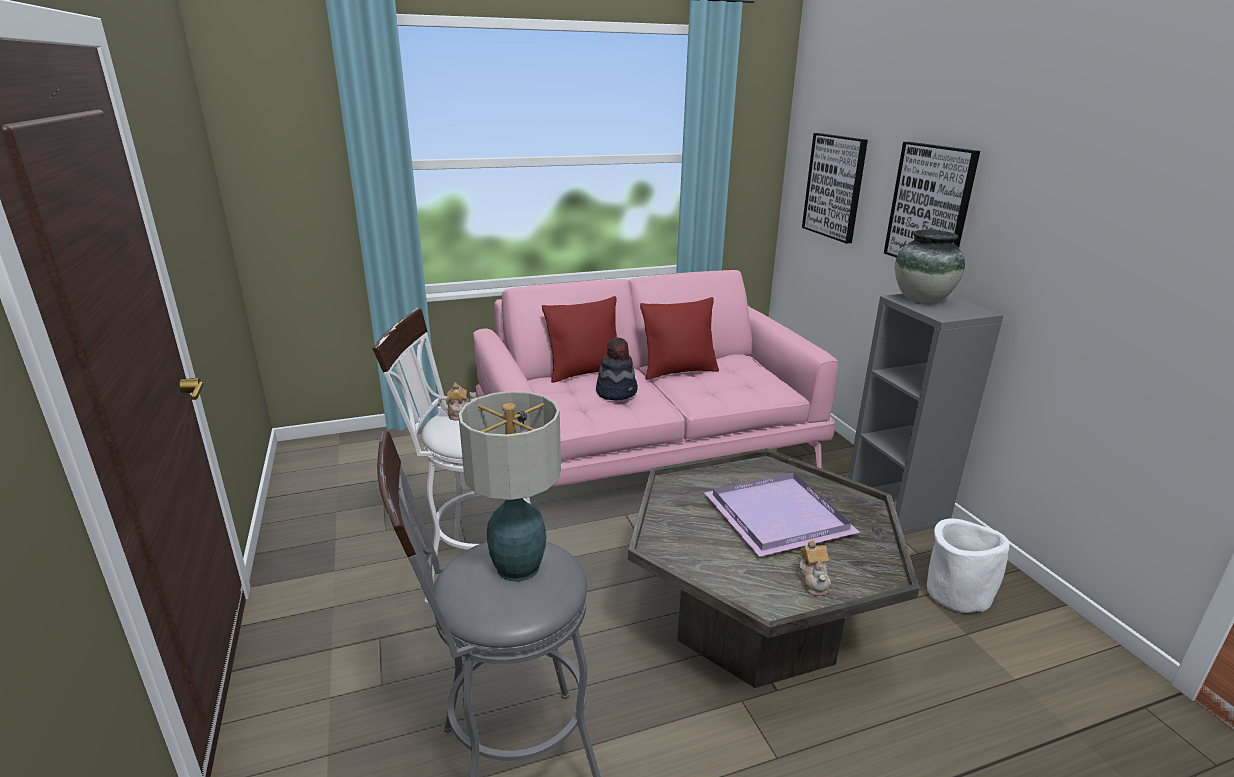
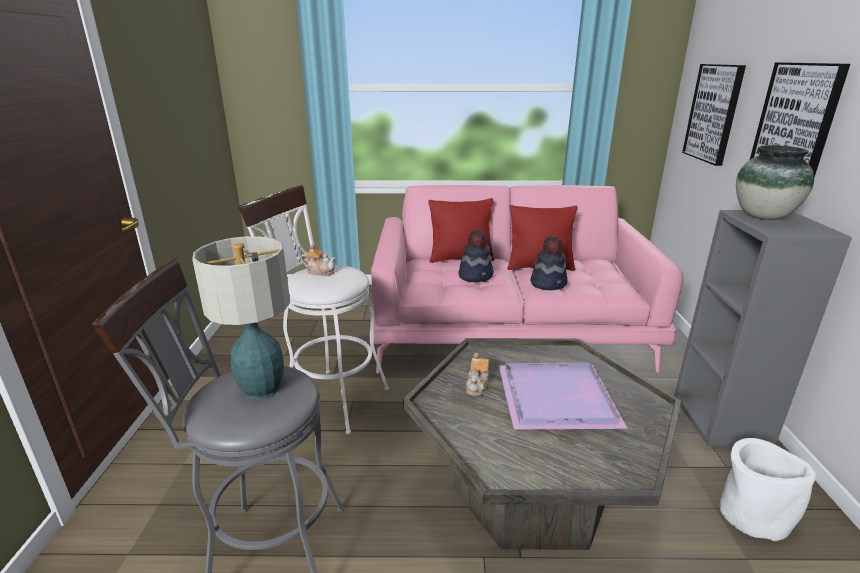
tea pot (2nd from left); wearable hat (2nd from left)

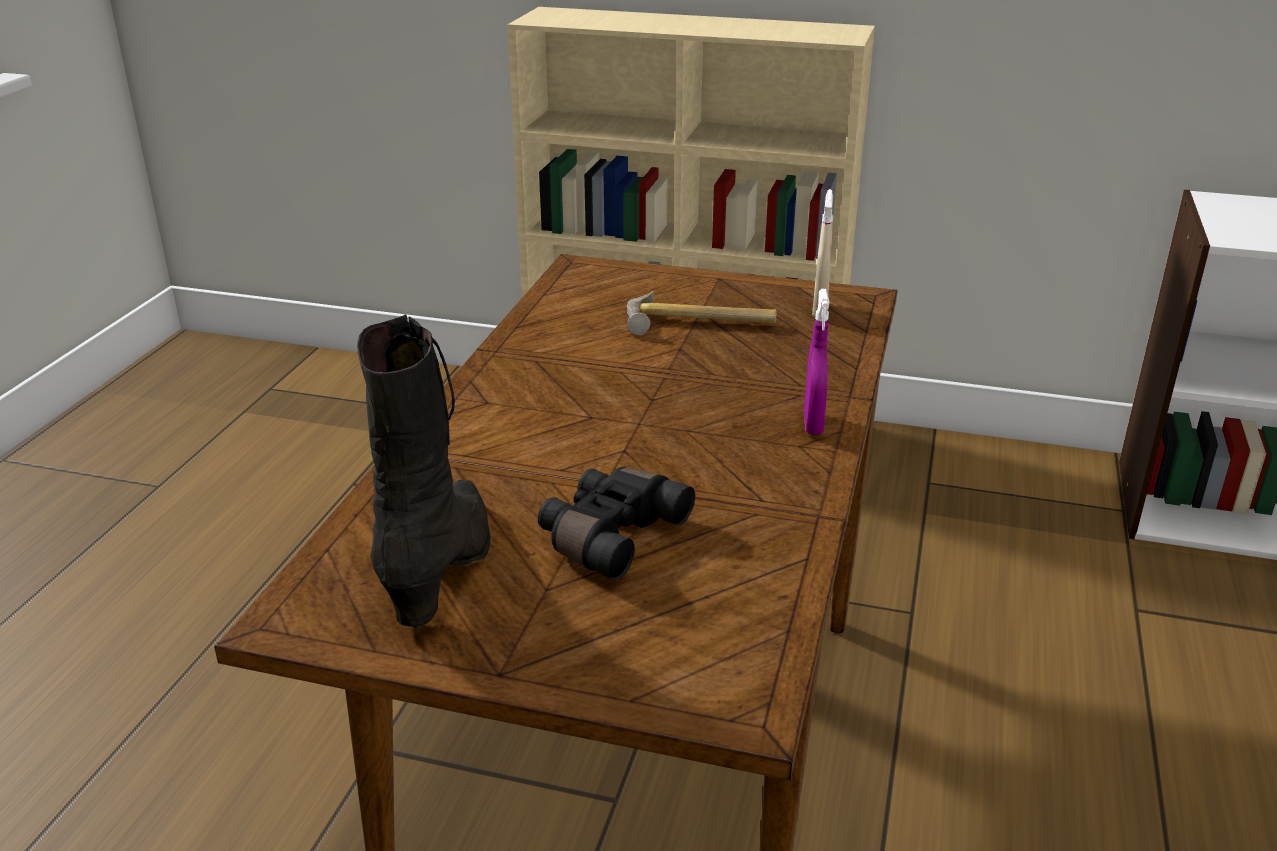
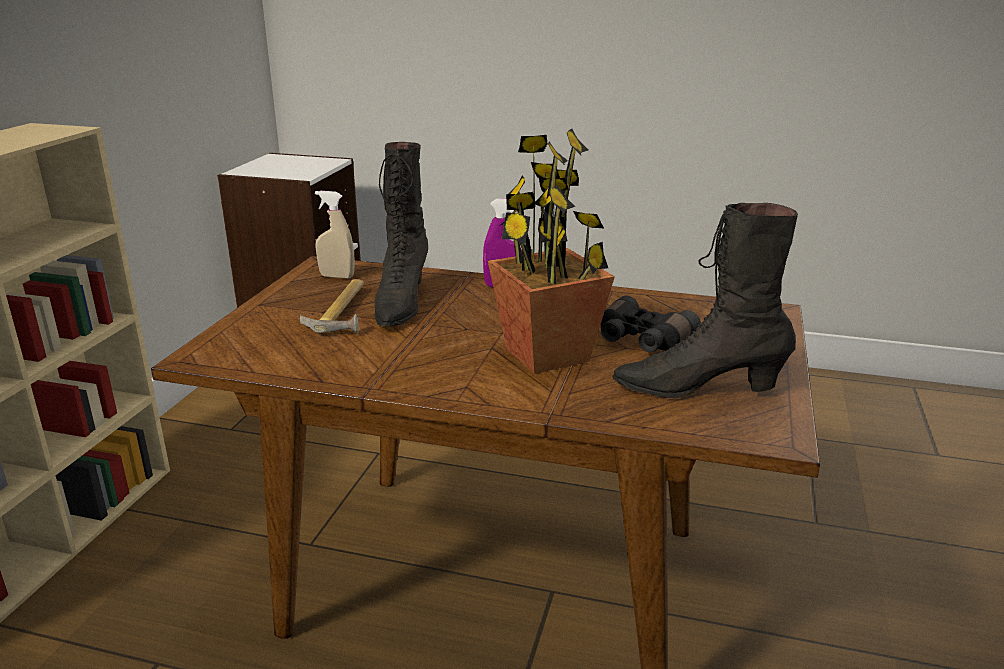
black-coloured high-top boot (1st from left); houseplant

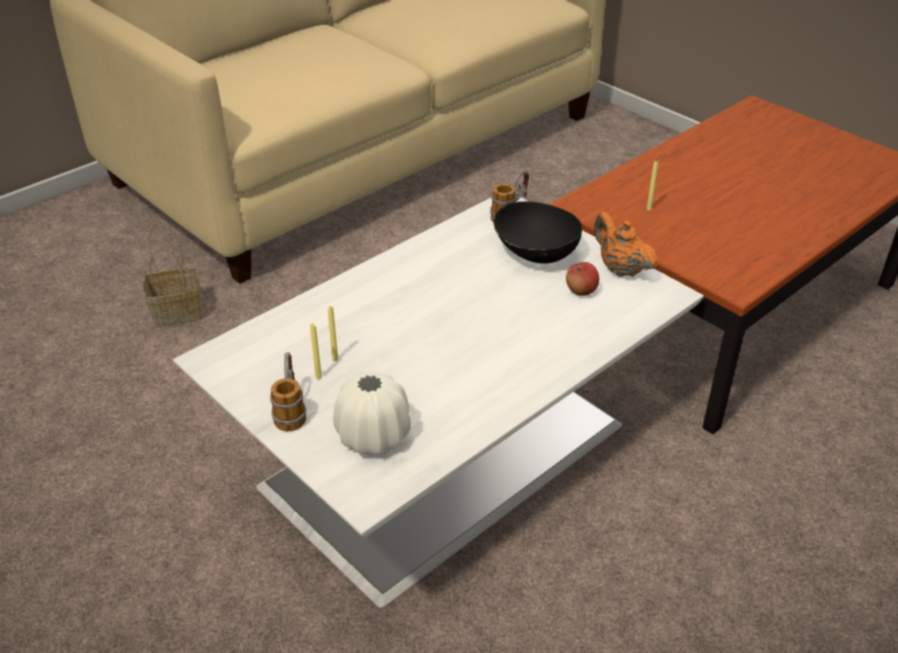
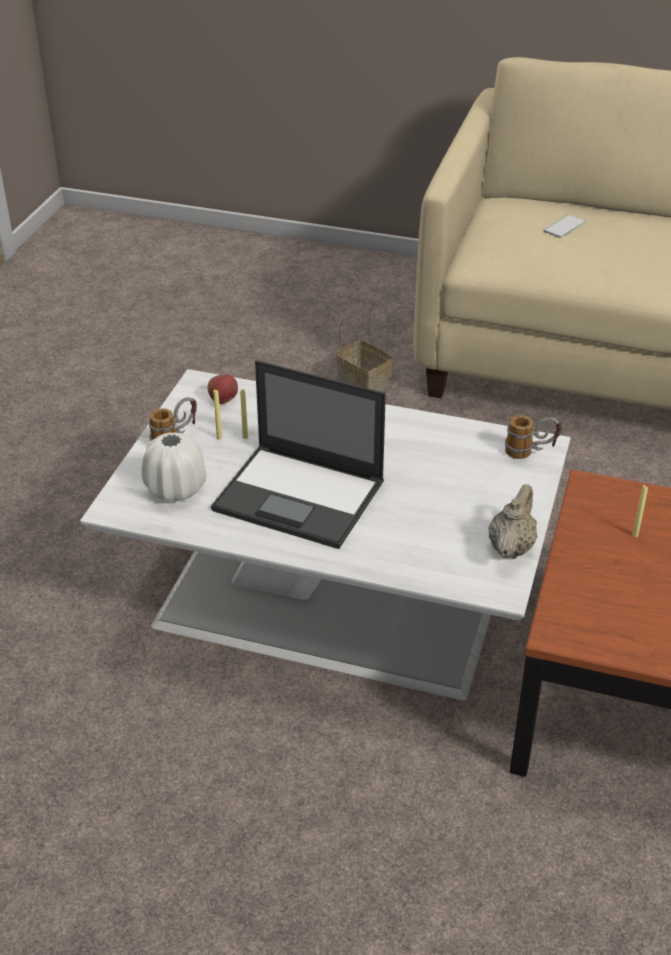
apple; laptop; beige tea pot; phone; black-coloured serving bowl

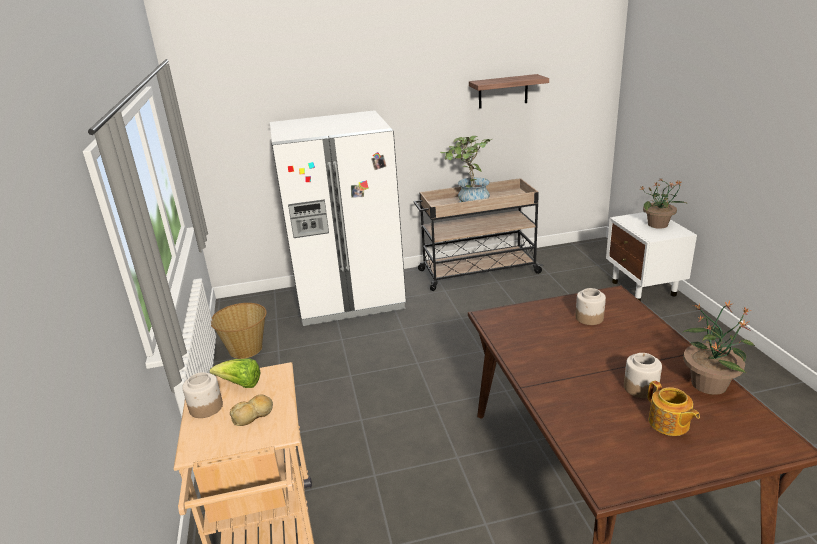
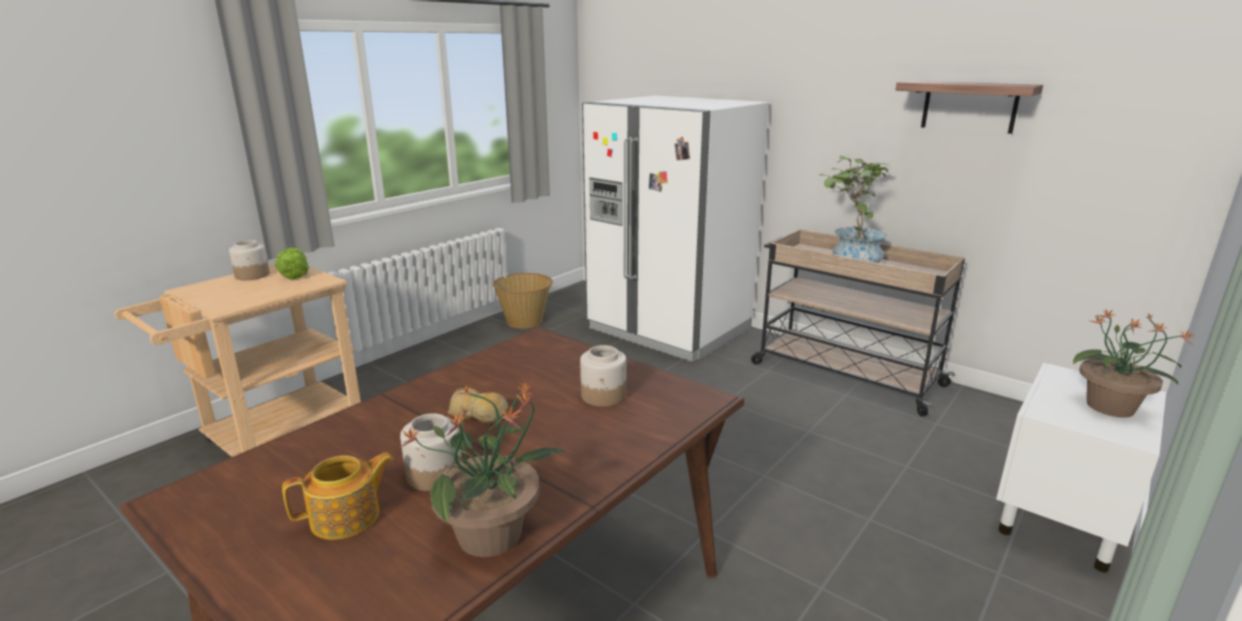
tea pot; bakery bread

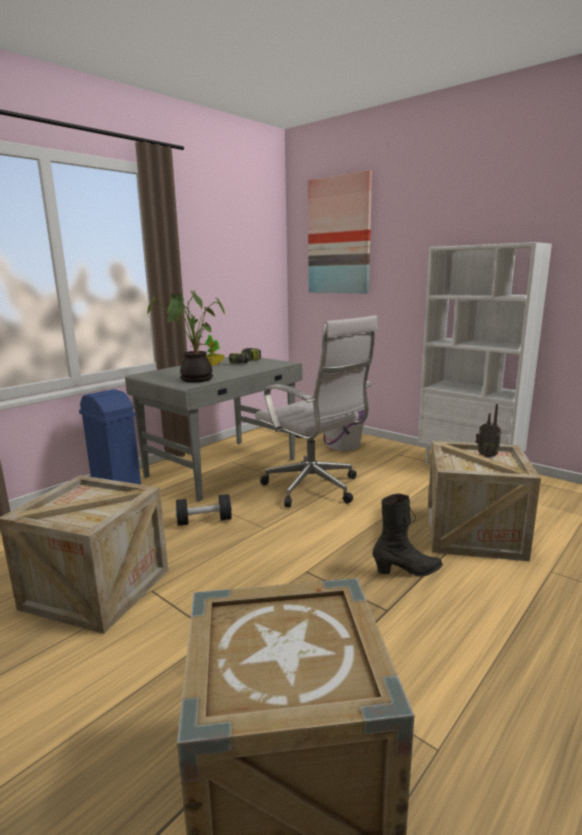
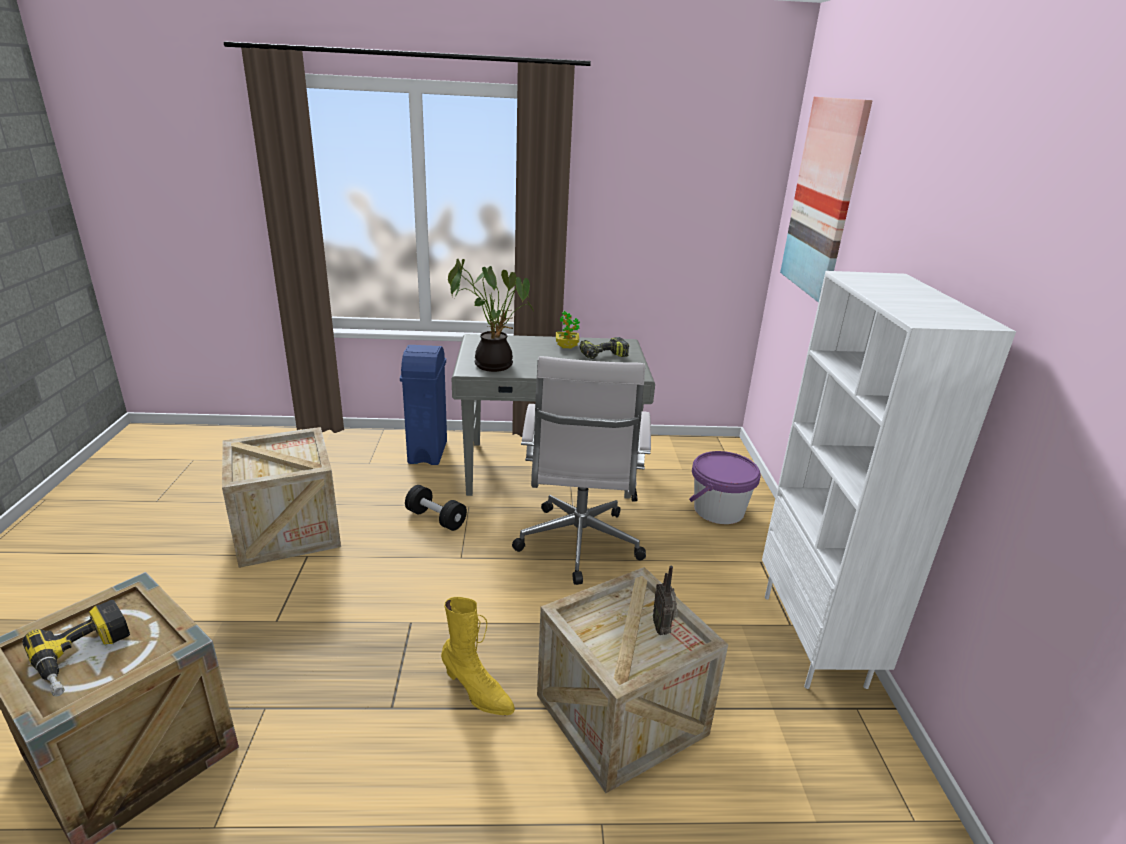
drill (1st from left); yellow-coloured high-top boot

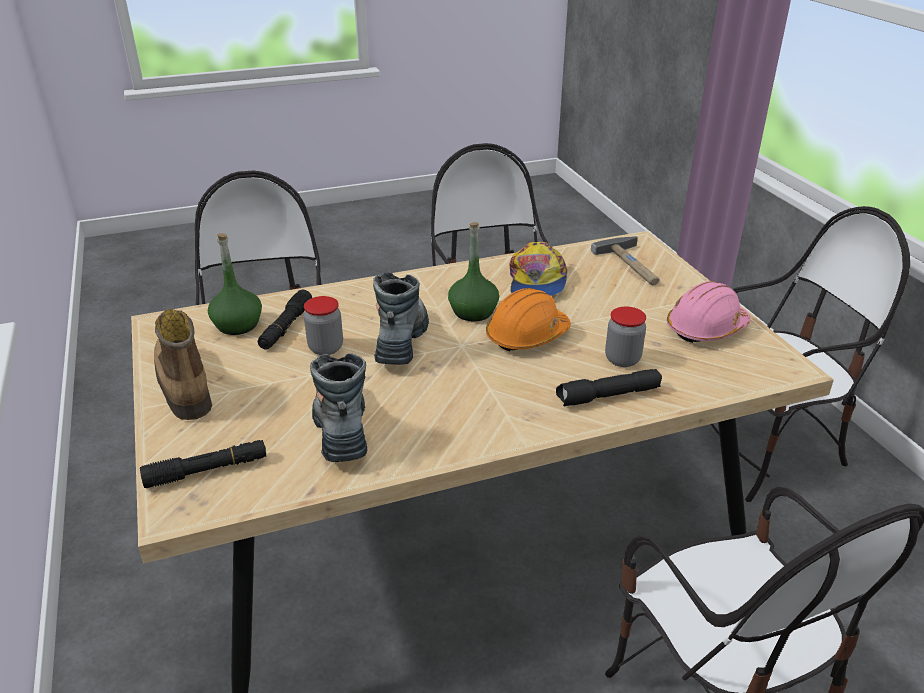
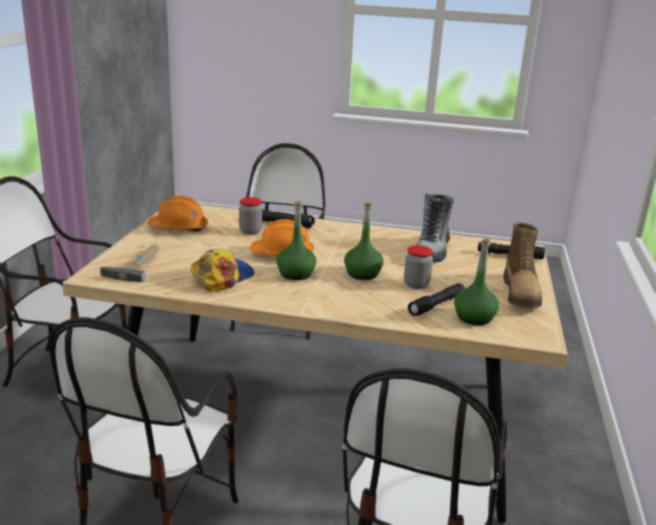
orange hard hat (1st from left); greenish drink bottle (2nd from left)

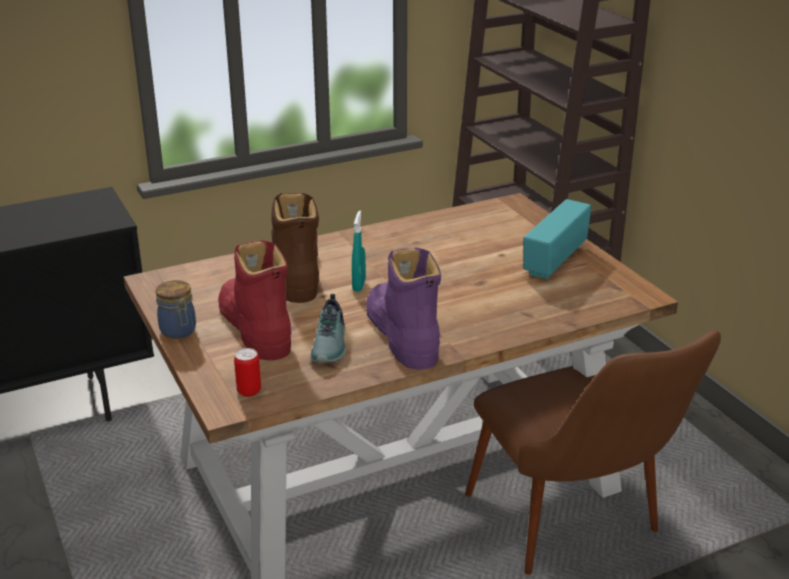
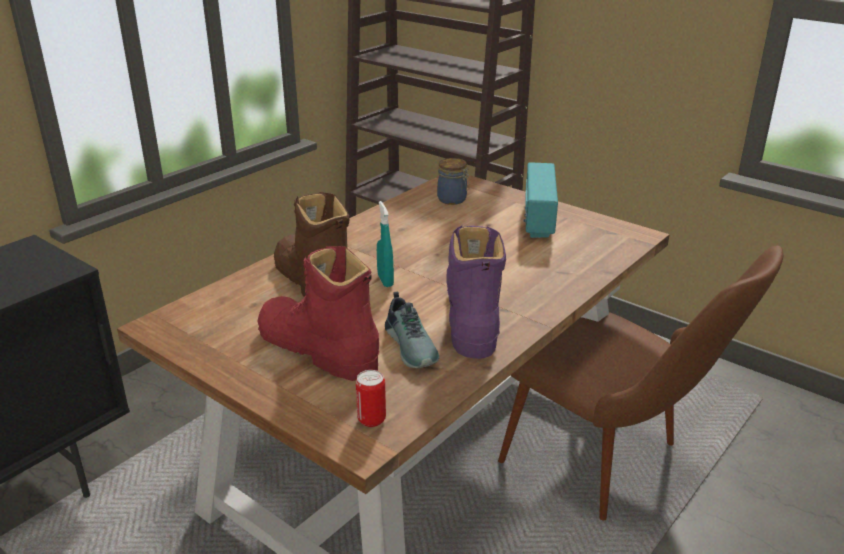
storage jar; purple-coloured high-top boot

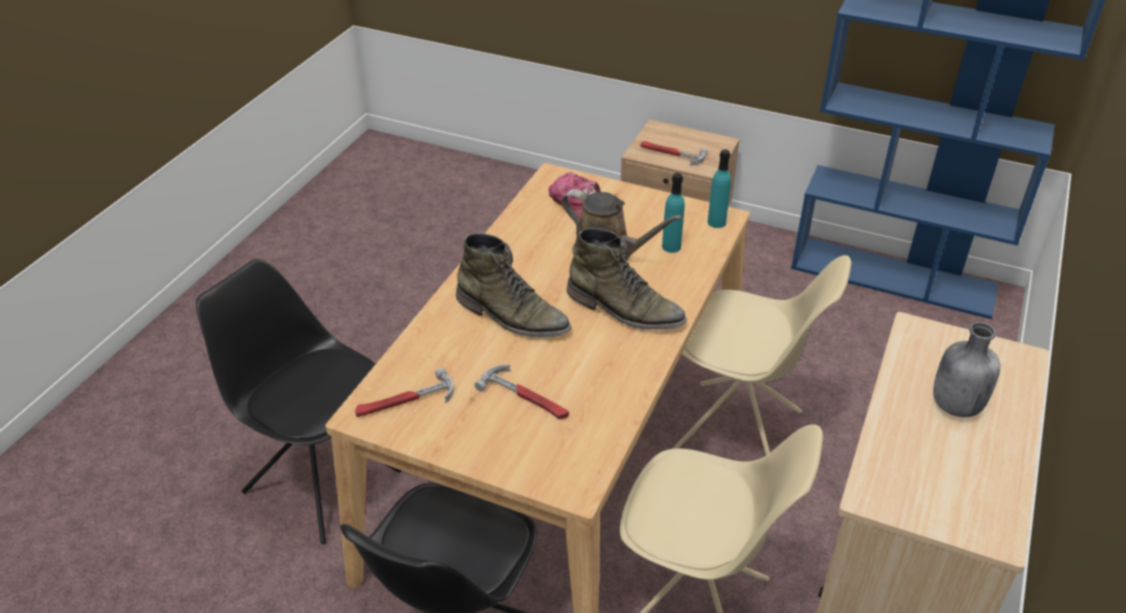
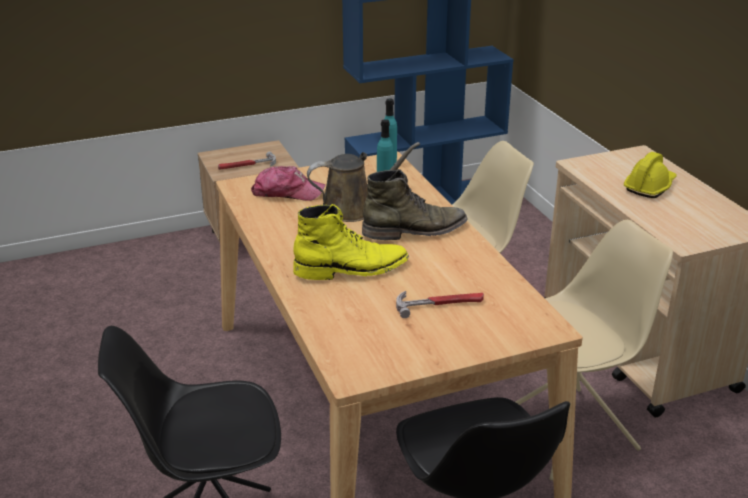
yellow-coloured high-top boot; yellow-coloured hard hat; tool hammer (1st from left in the first image)

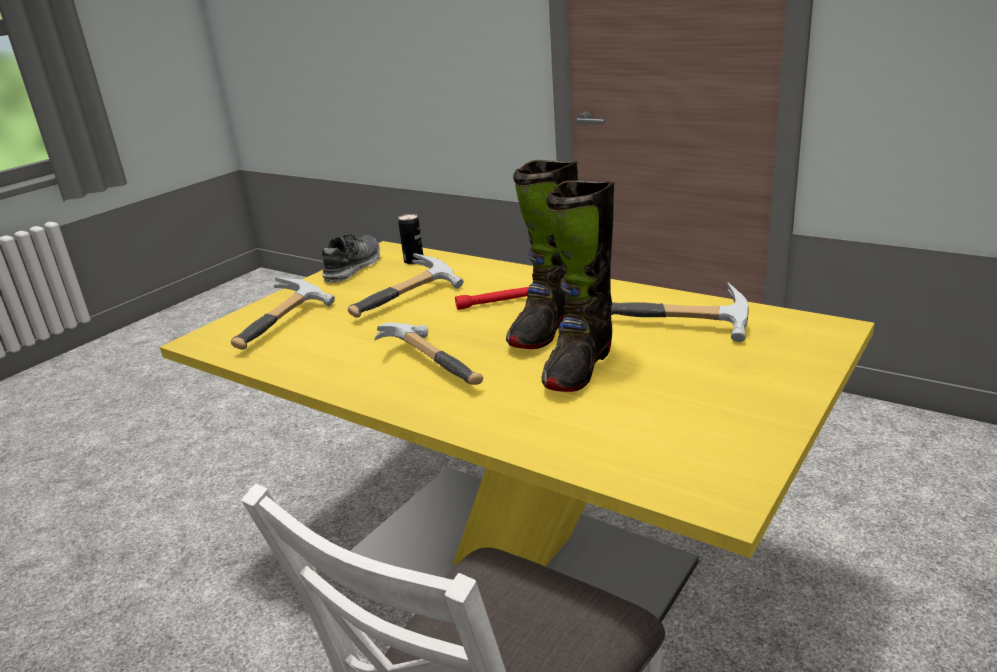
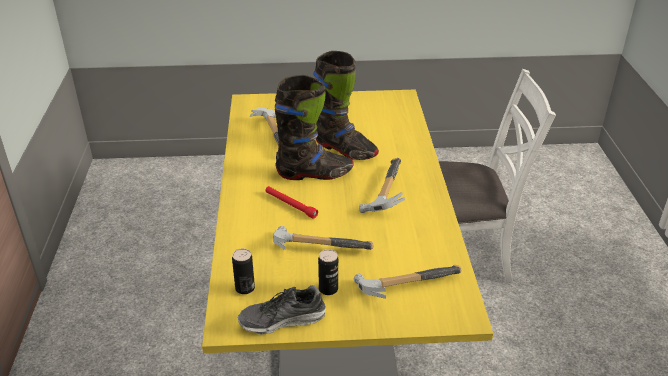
black-coloured high-top boot (2nd from left); sealed can (2nd from left)

